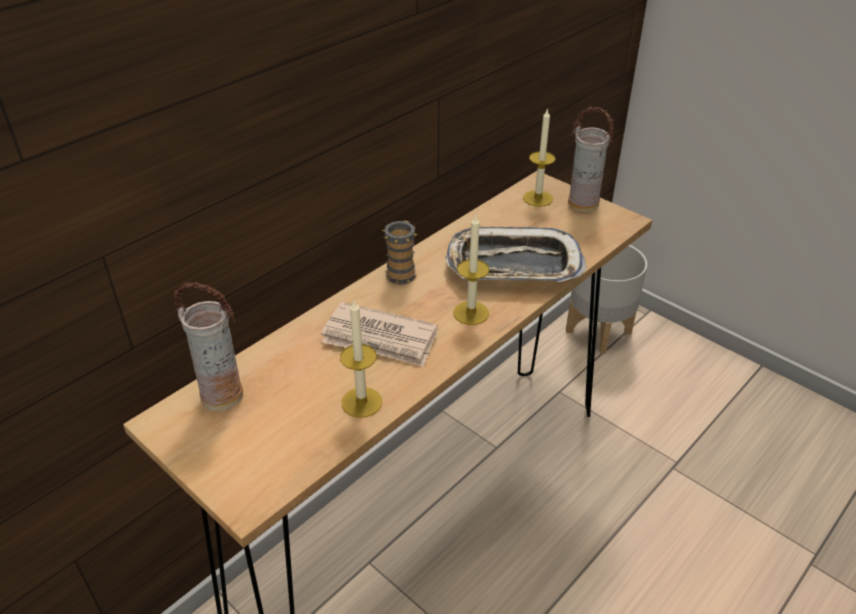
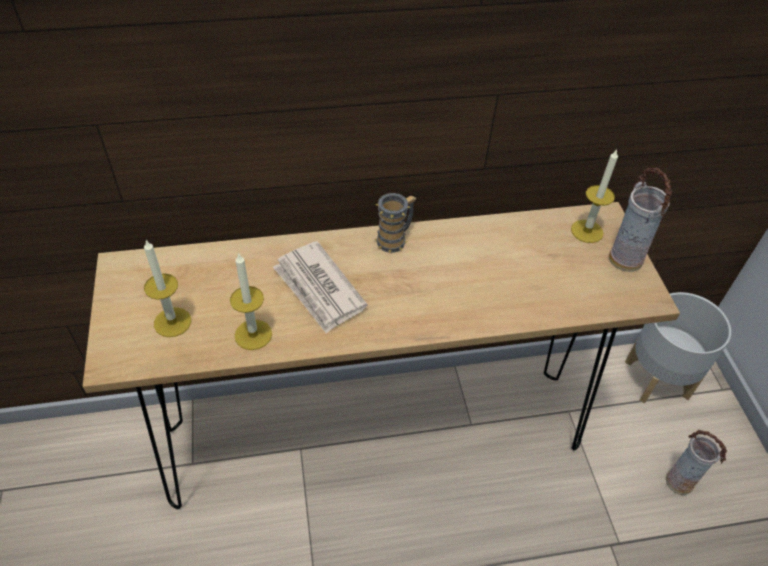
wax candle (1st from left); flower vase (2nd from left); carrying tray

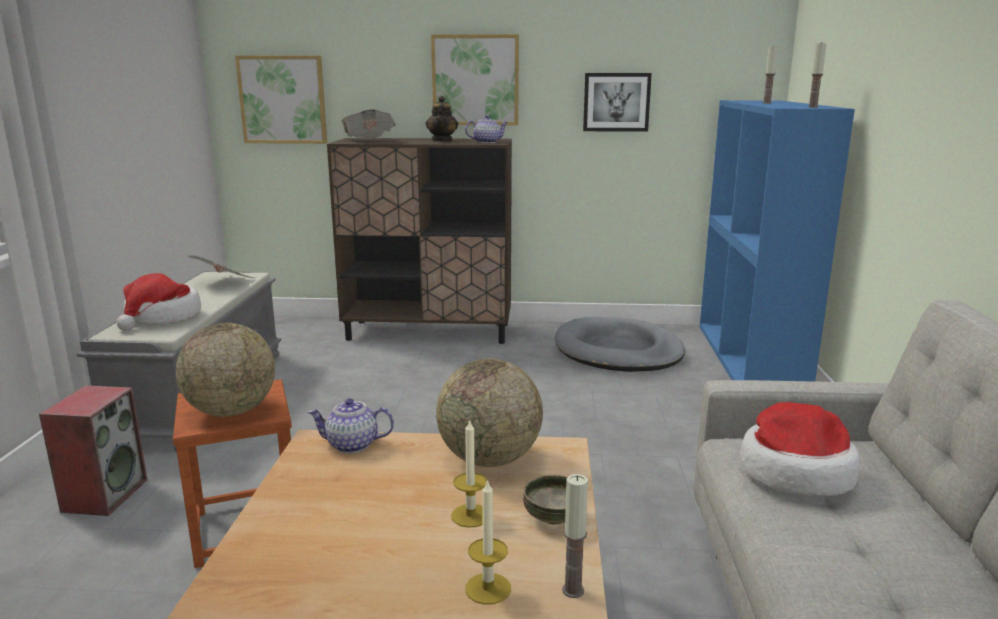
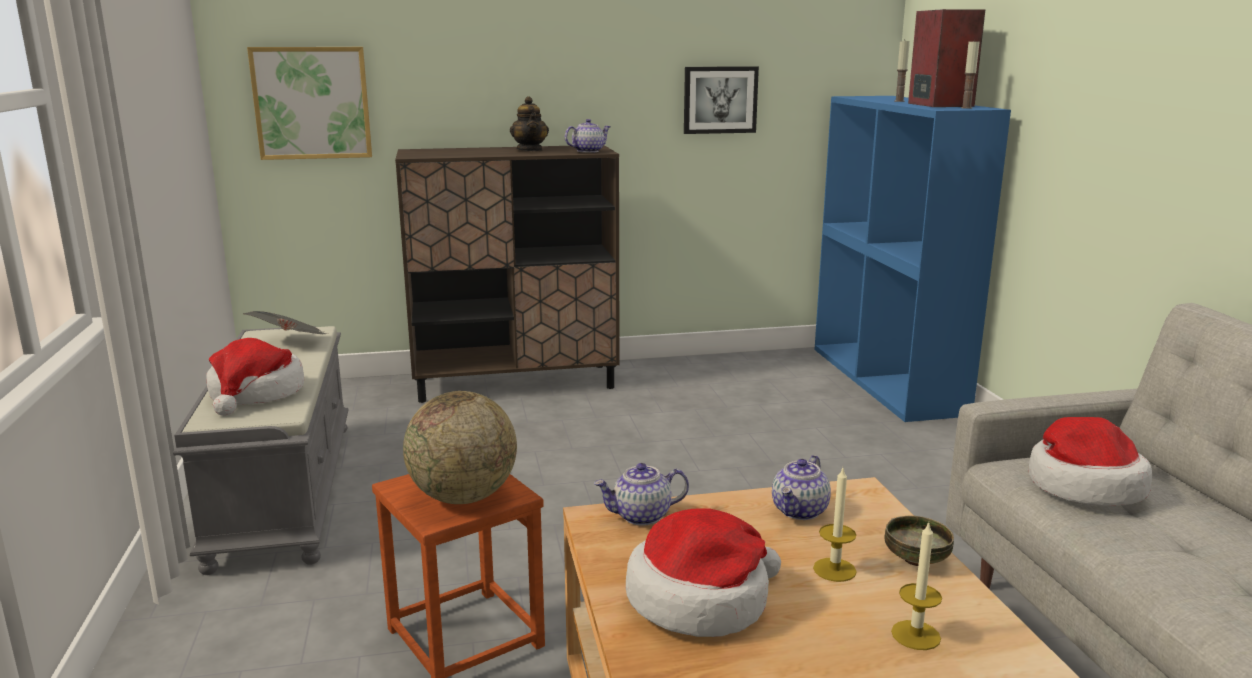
wearable hat (2nd from left); tea pot (4th from left); audio speaker; newspaper (2nd from left in the first image); picture (2nd from left in the first image); grey dog cushion; wax candle (3rd from left in the first image)

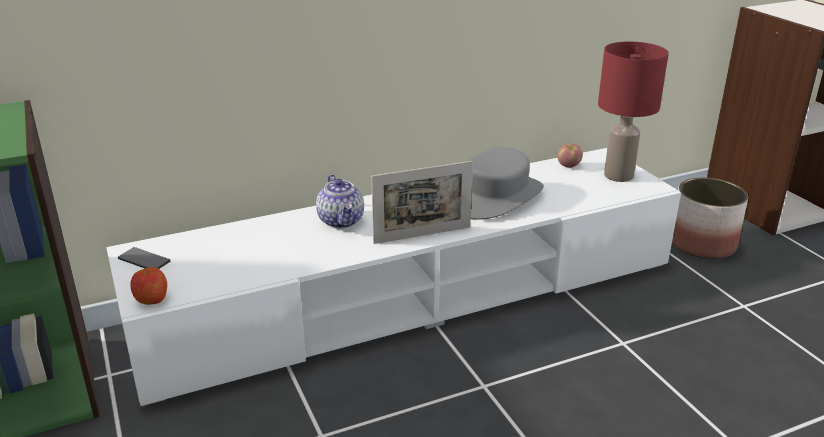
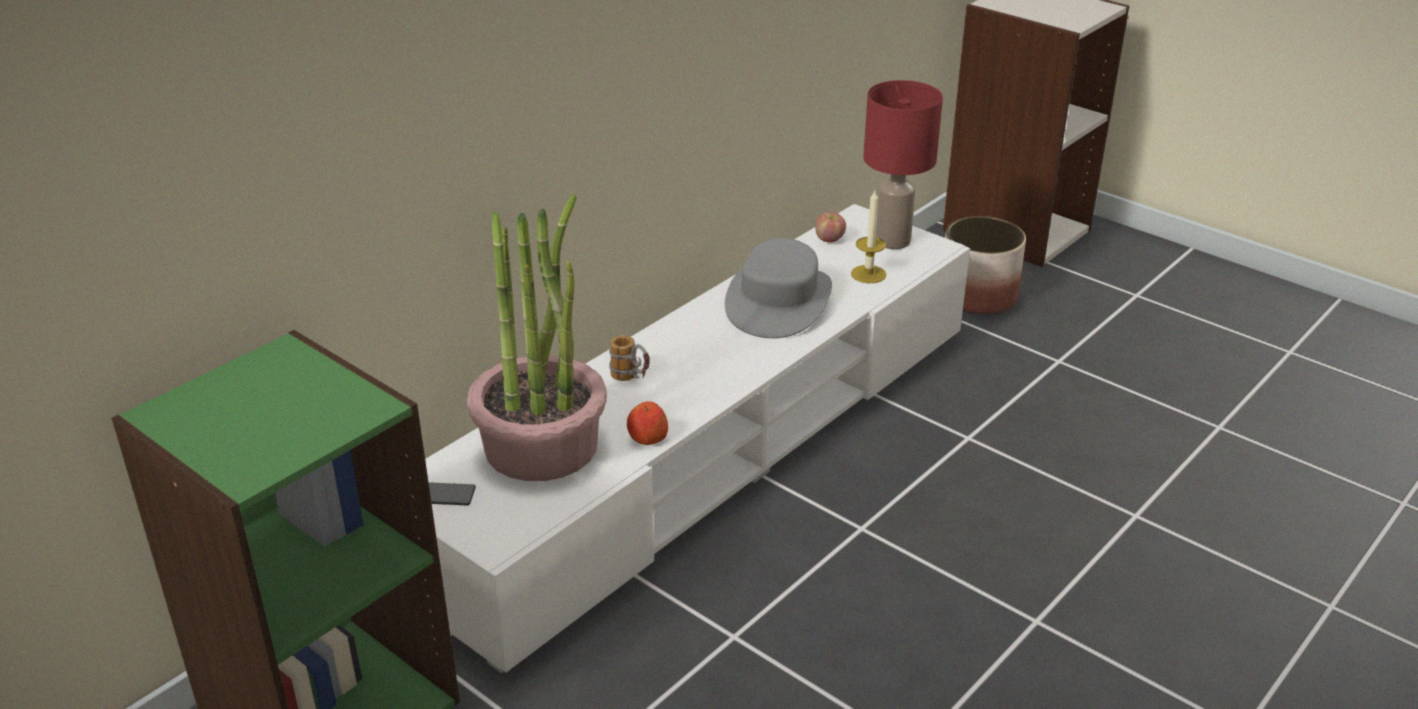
houseplant; tea mug; apple (1st from left); wax candle; photo frame

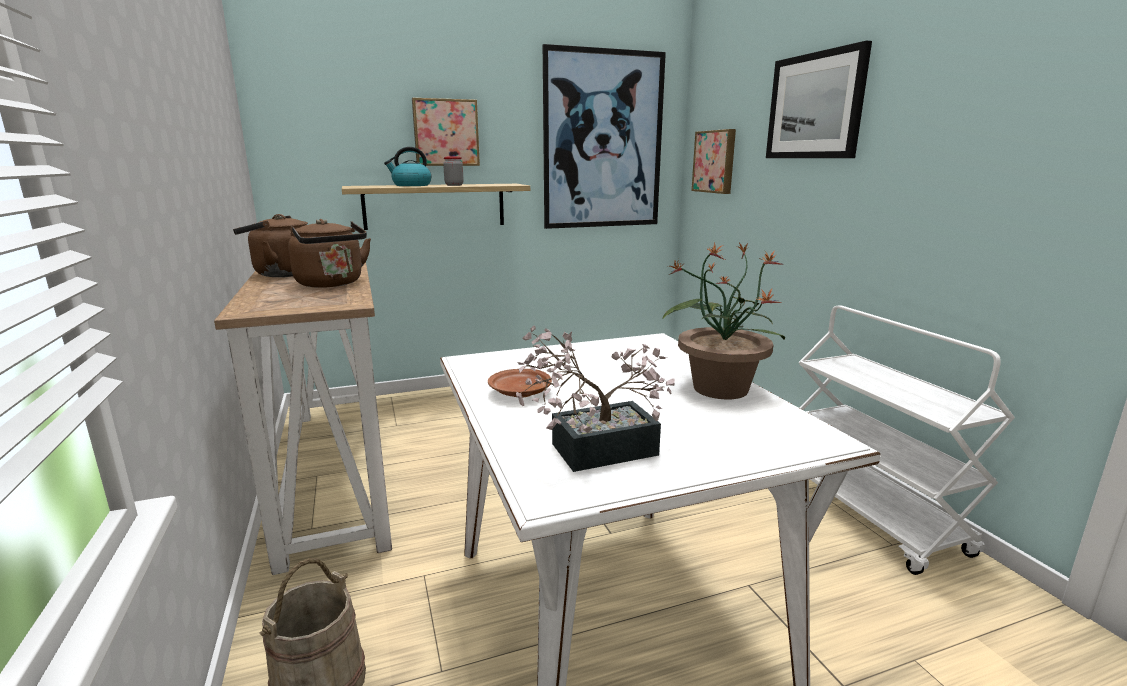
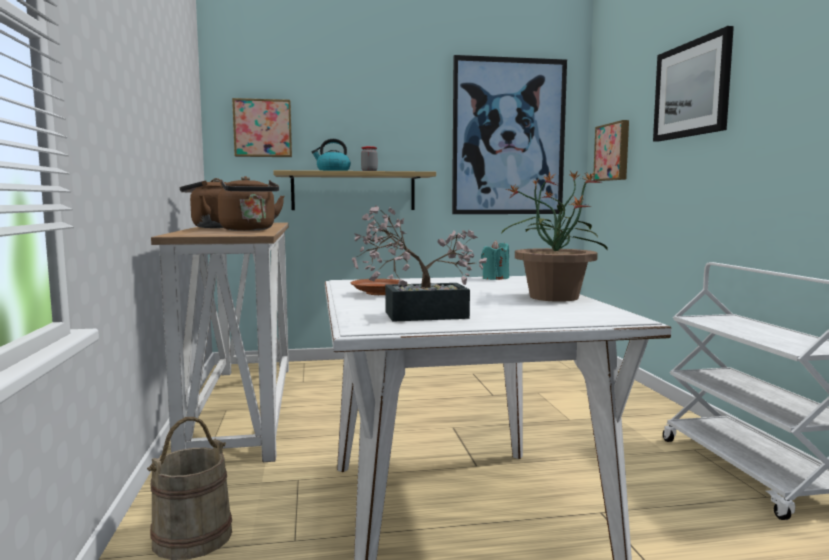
picture (1st from left); blue-green wax candle

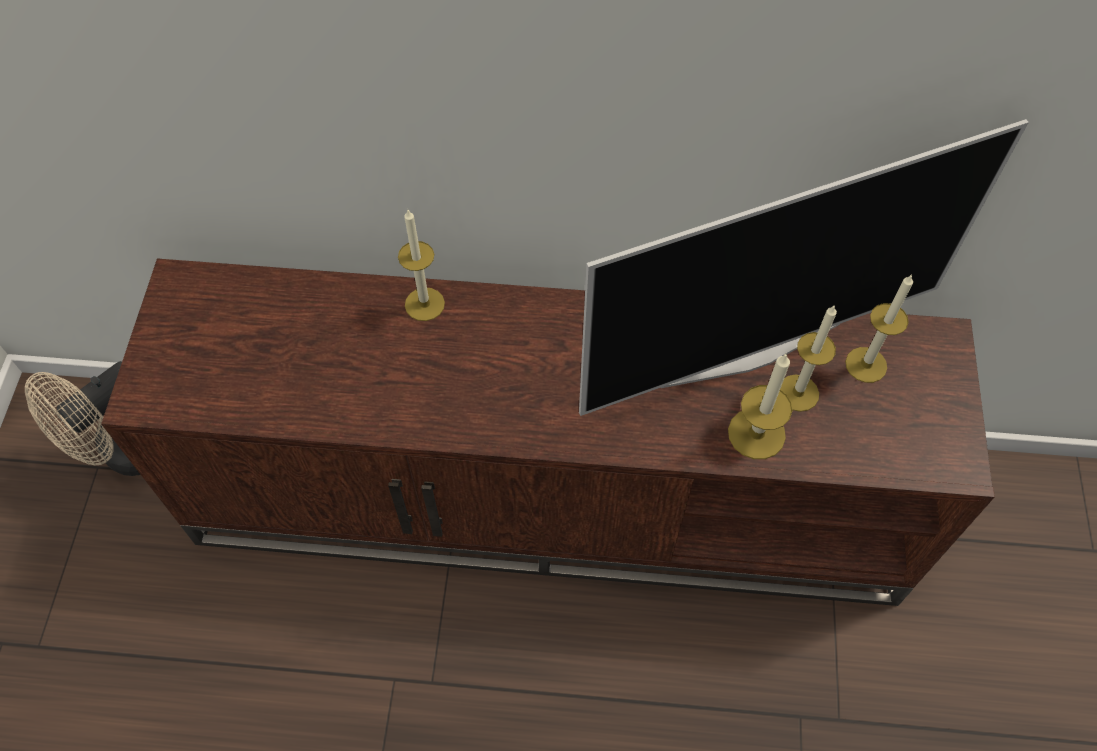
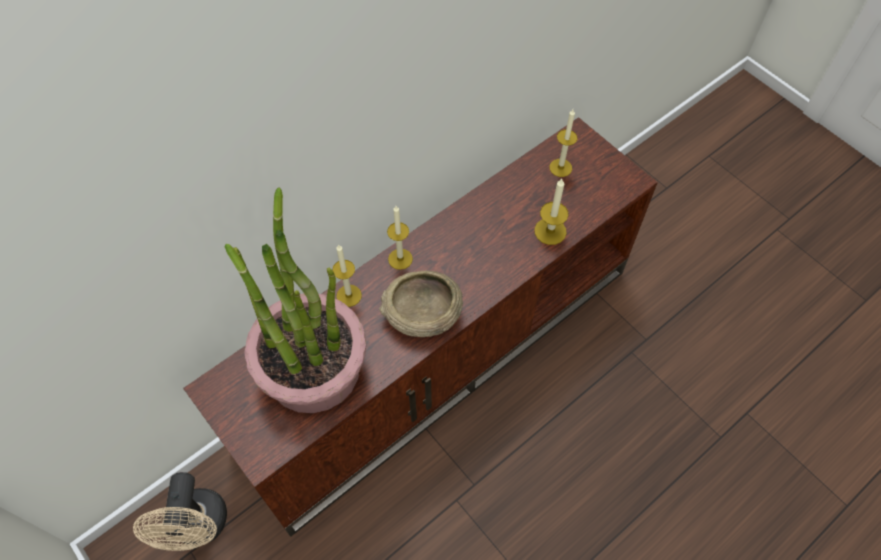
houseplant; beige serving bowl; wax candle (2nd from left); TV set

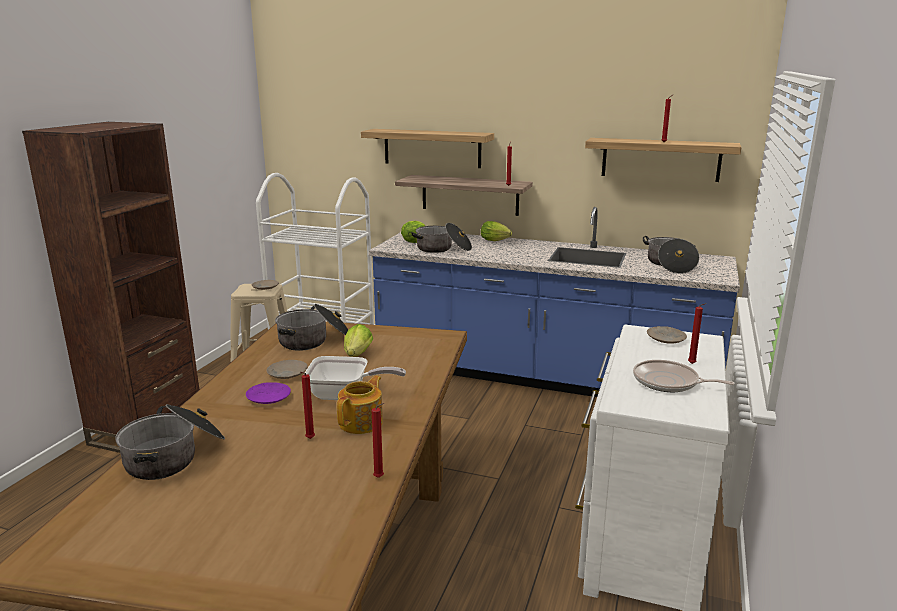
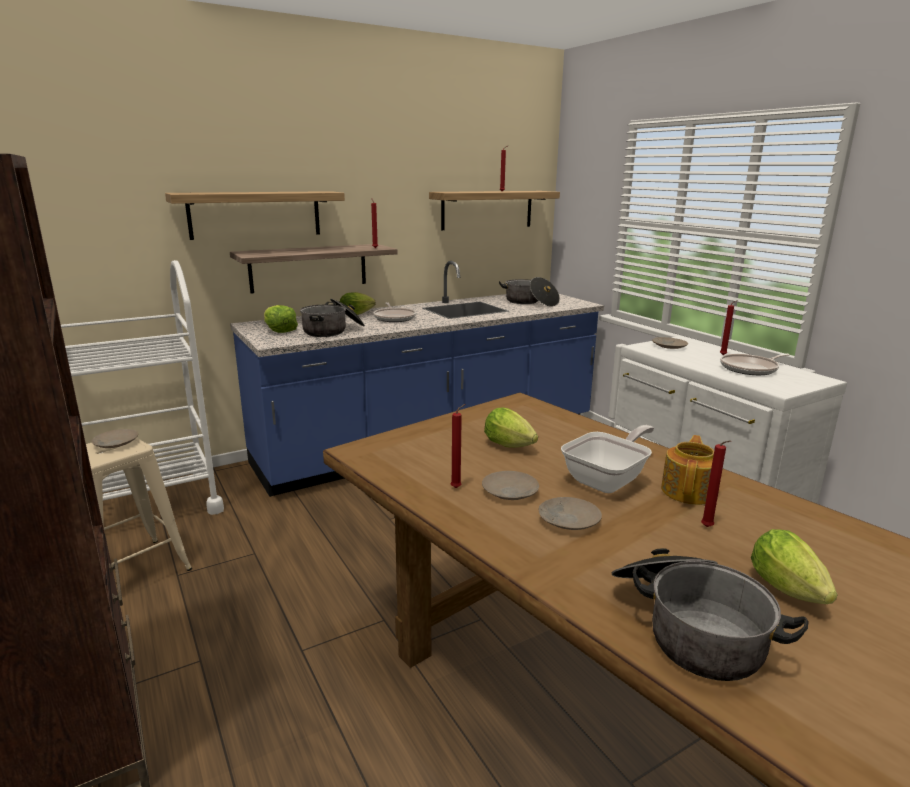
pan (1st from left); red-coloured wax candle (2nd from left); beige dinner plate (3rd from left); tea pot; head of lettuce (4th from left); stockpot (2nd from left in the first image)

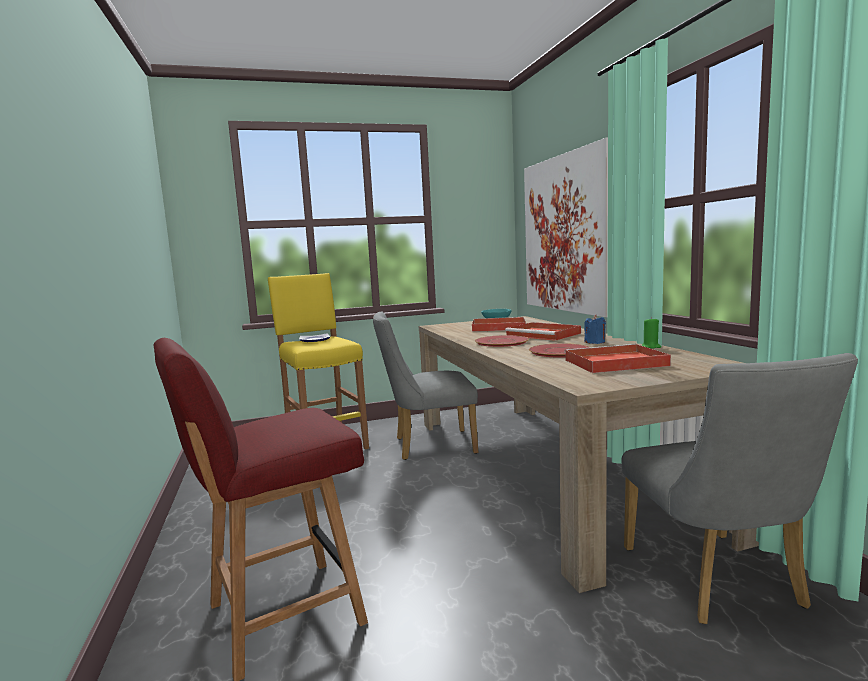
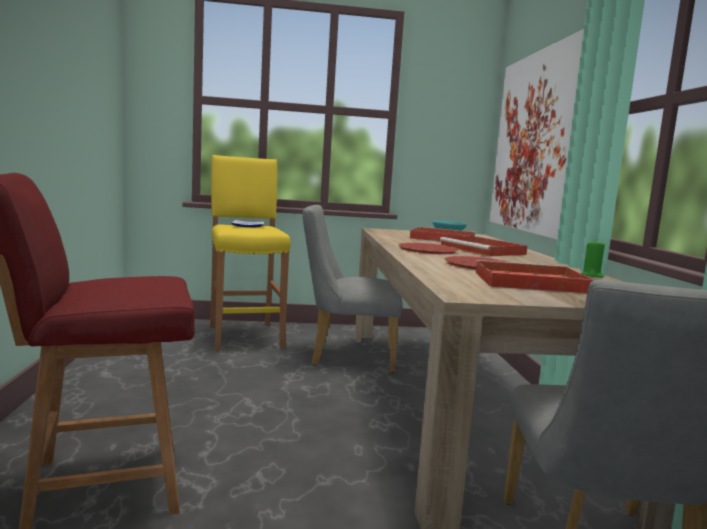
blue wax candle

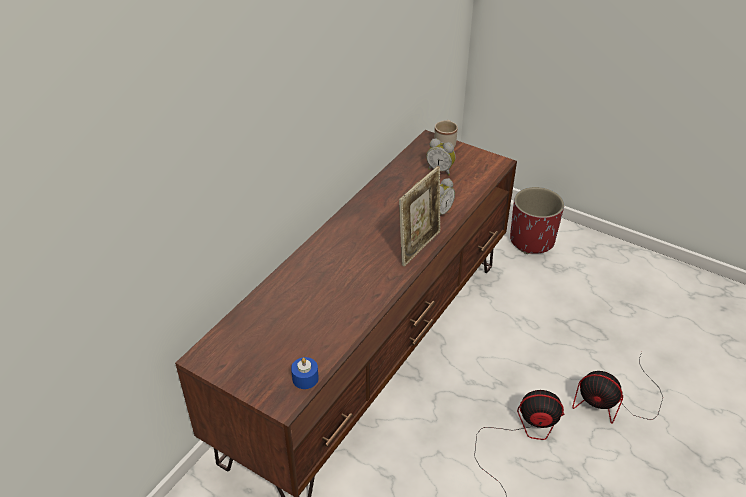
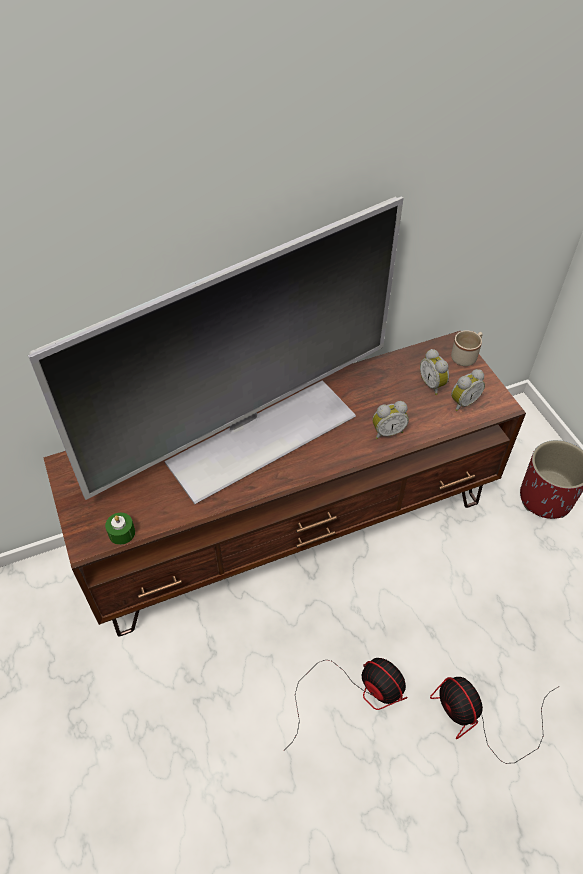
TV set; greenish wax candle; bedside clock (3rd from left); photo frame

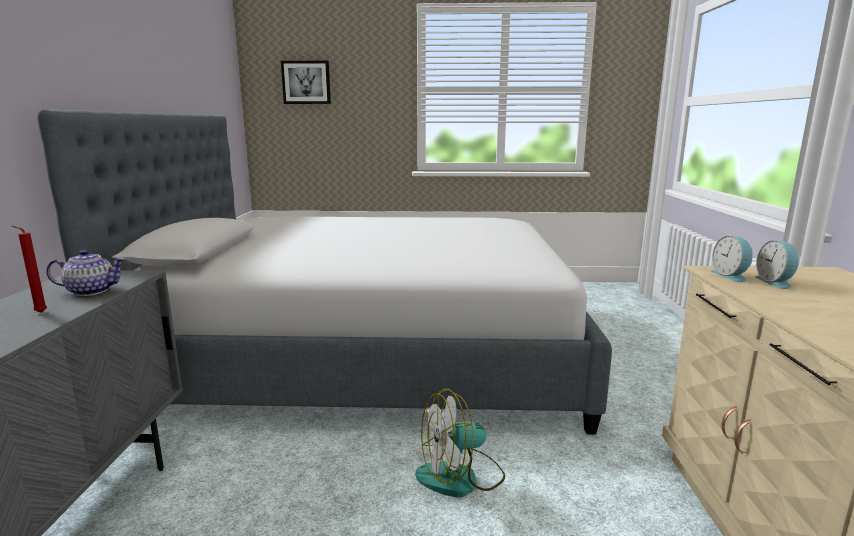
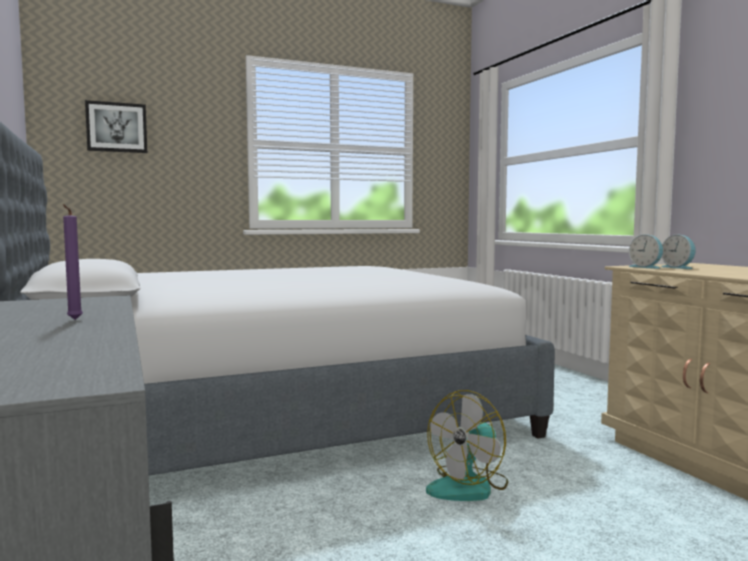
purple-coloured wax candle; tea pot

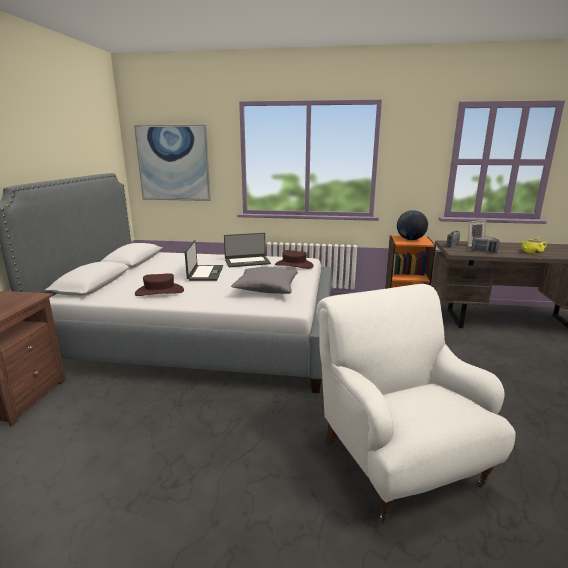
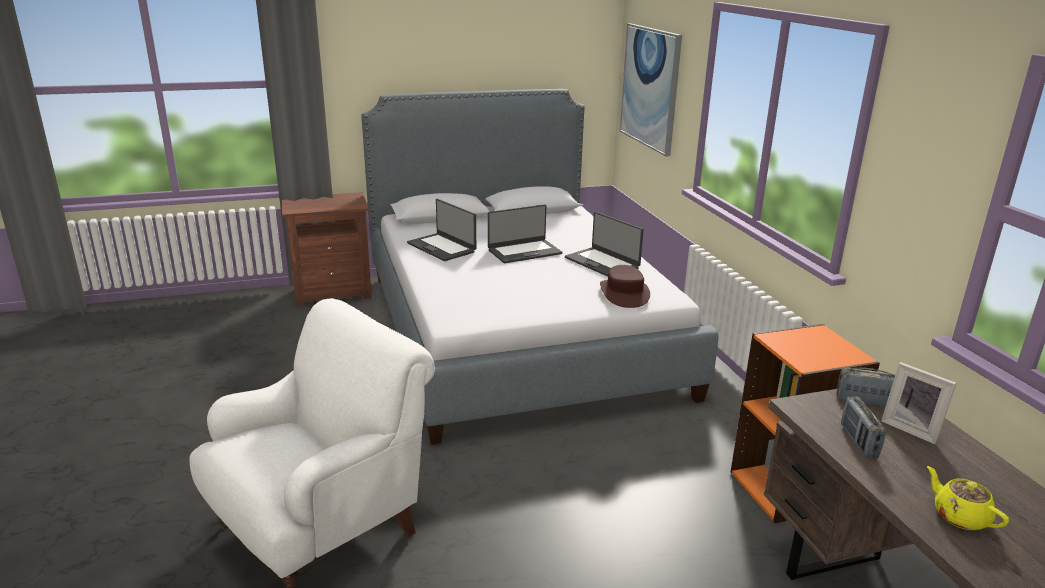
laptop (1st from left); grey throw pillow; desk globe

